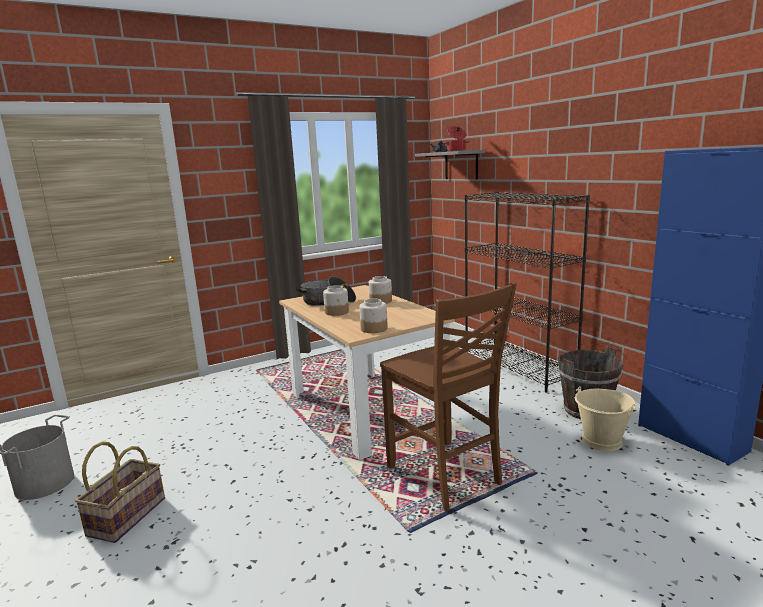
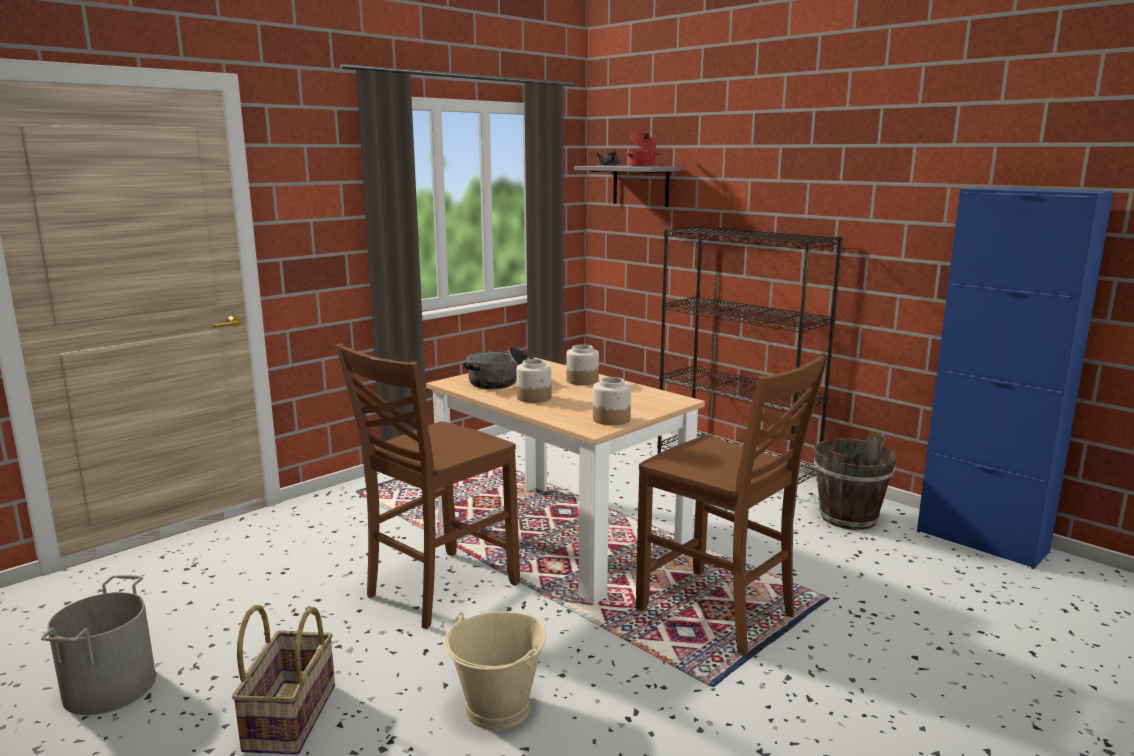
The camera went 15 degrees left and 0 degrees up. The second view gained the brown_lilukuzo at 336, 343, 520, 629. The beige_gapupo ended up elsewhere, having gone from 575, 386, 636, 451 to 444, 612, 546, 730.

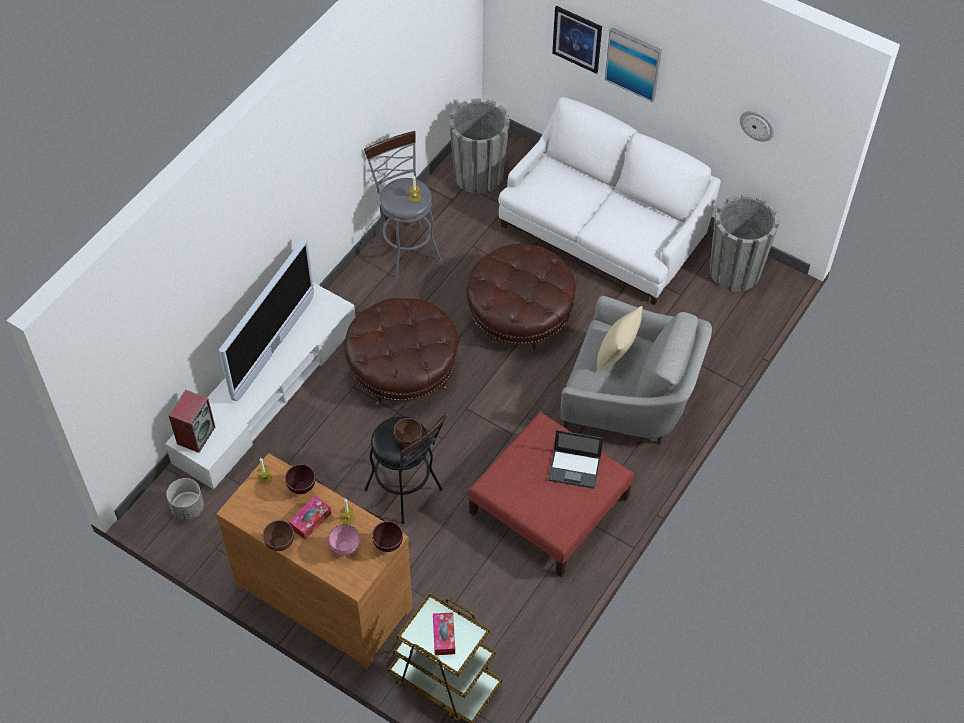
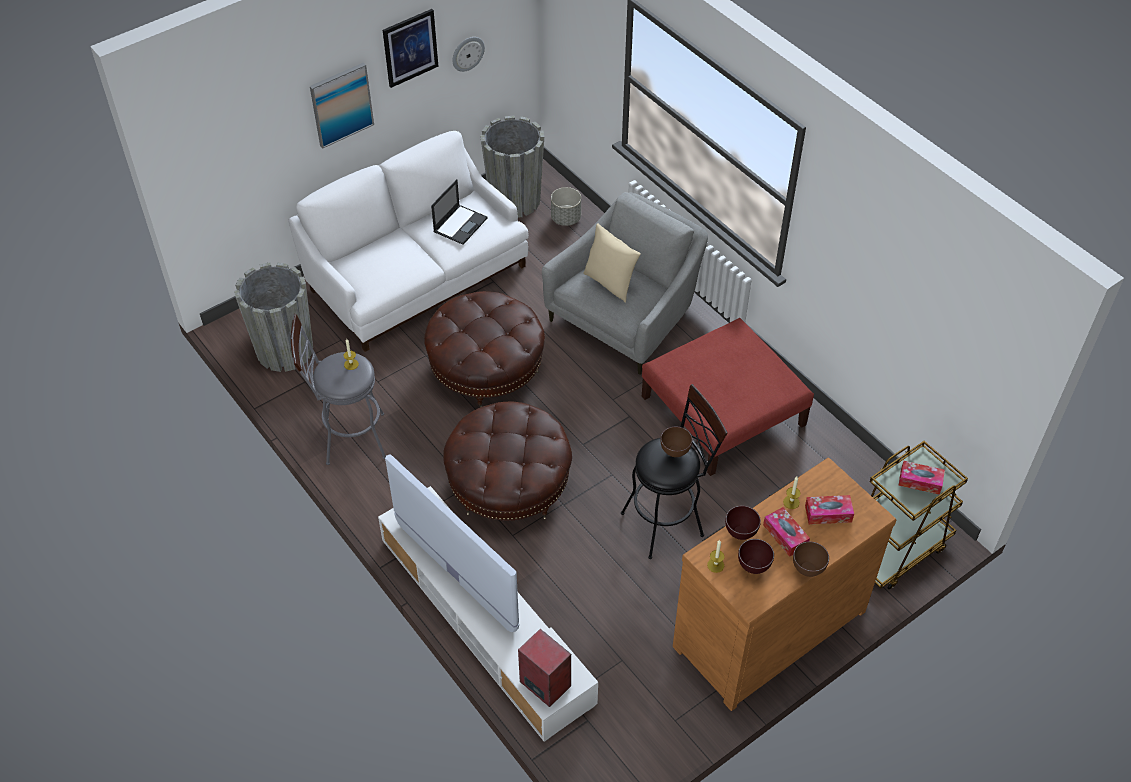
The camera went 70 degrees left and 5 degrees down. The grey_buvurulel ended up elsewhere, having gone from 167, 478, 204, 520 to 551, 187, 581, 226. The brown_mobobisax ended up elsewhere, having gone from 372, 521, 403, 552 to 738, 539, 774, 574. The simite ended up elsewhere, having gone from 548, 430, 603, 489 to 431, 179, 488, 245. The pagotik ended up elsewhere, having gone from 552, 6, 602, 74 to 383, 9, 438, 88. Where the pink_mobobisax stood at 328, 524, 360, 555, the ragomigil came to stand at 805, 495, 854, 524.

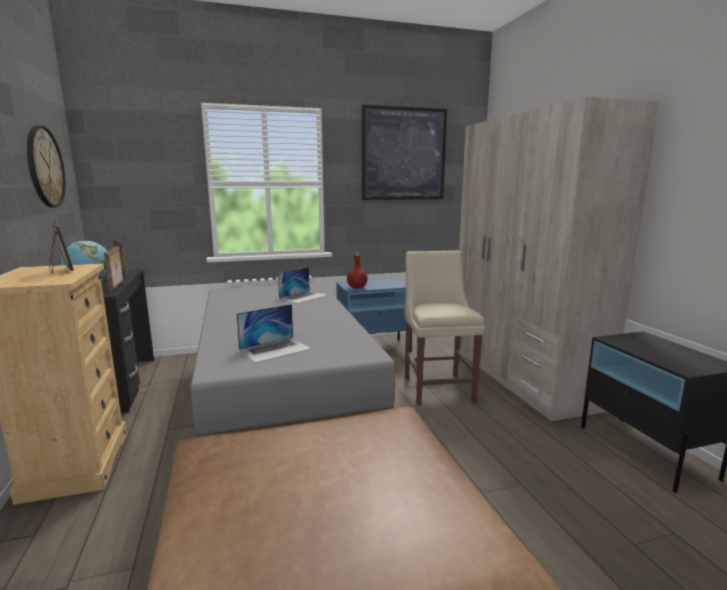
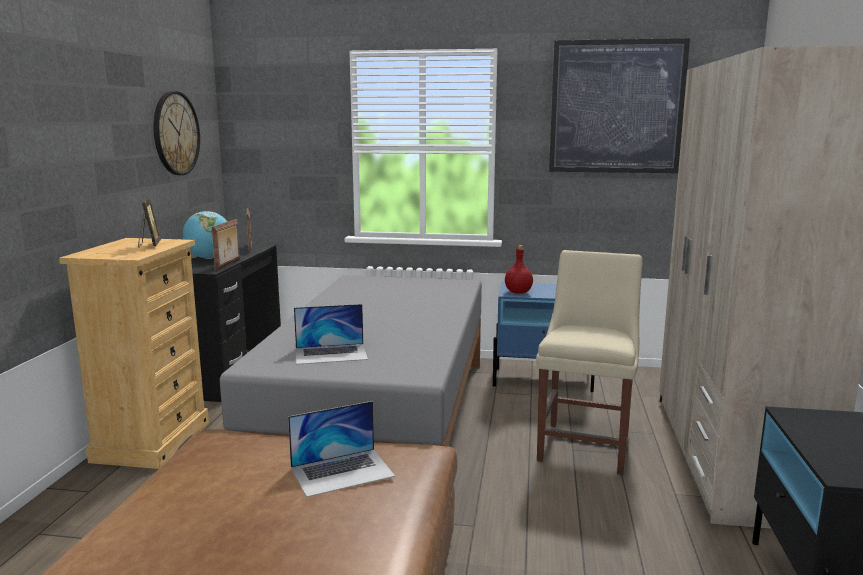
The camera went 25 degrees right and 0 degrees up. The simite ended up elsewhere, having gone from 278, 267, 328, 303 to 288, 401, 395, 497.

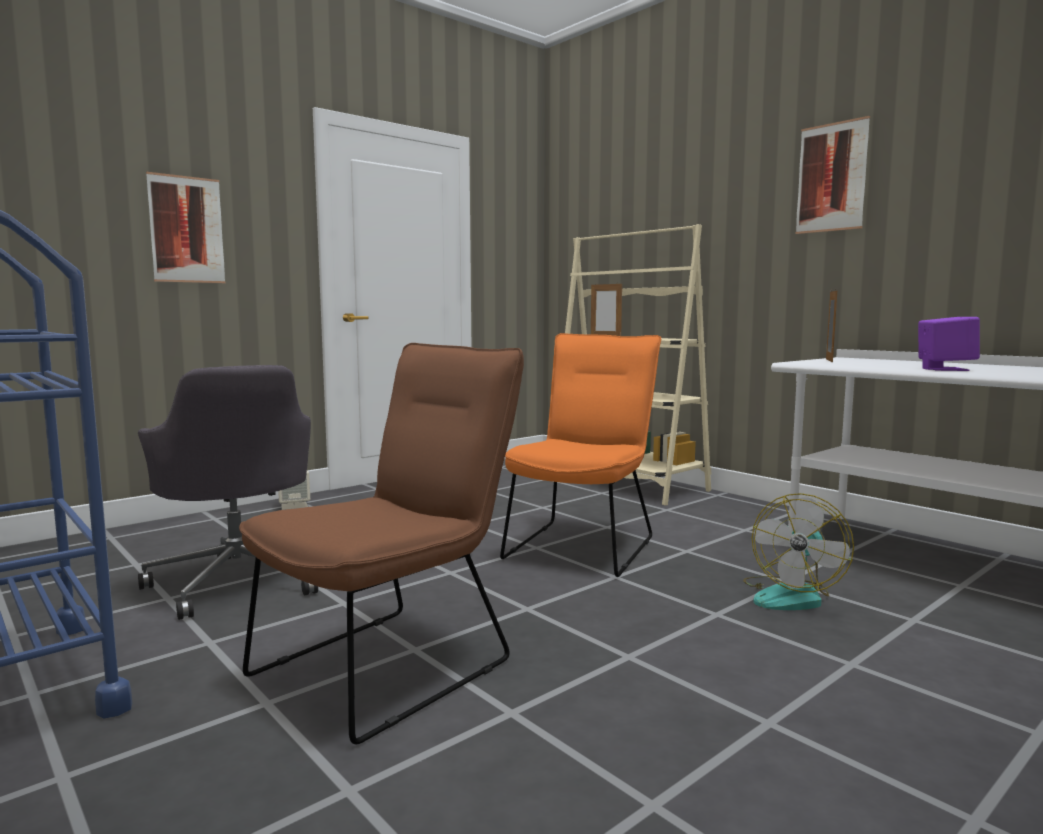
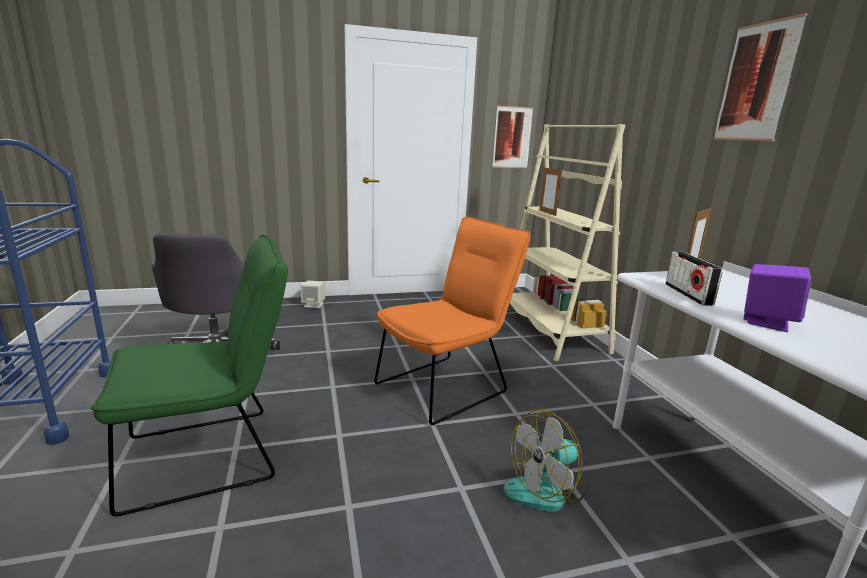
The camera went 25 degrees right and 10 degrees up. The second view gained the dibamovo at 666, 251, 723, 306. The pagotik ended up elsewhere, having gone from 146, 172, 225, 283 to 492, 105, 533, 168. What was the brown_lilukuzo at 239, 343, 524, 745 turned into the green_lilukuzo at 91, 235, 288, 516.

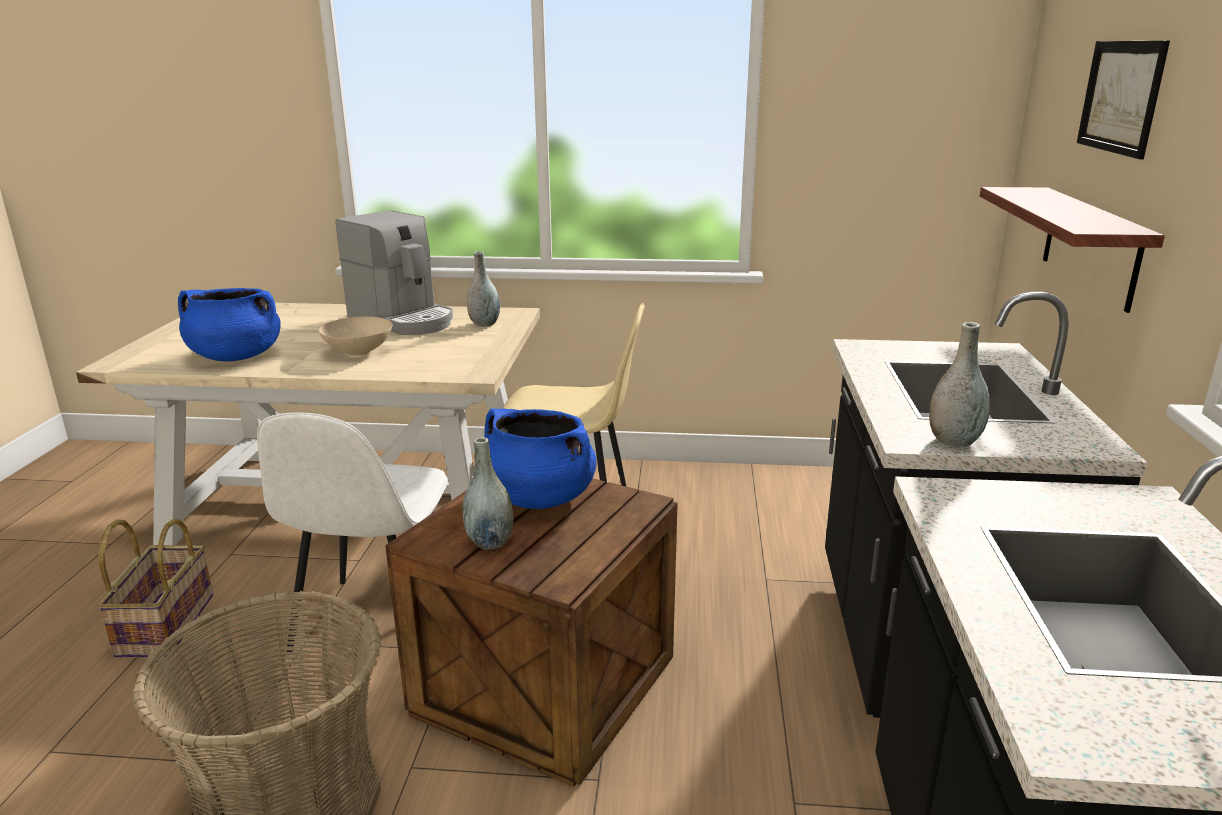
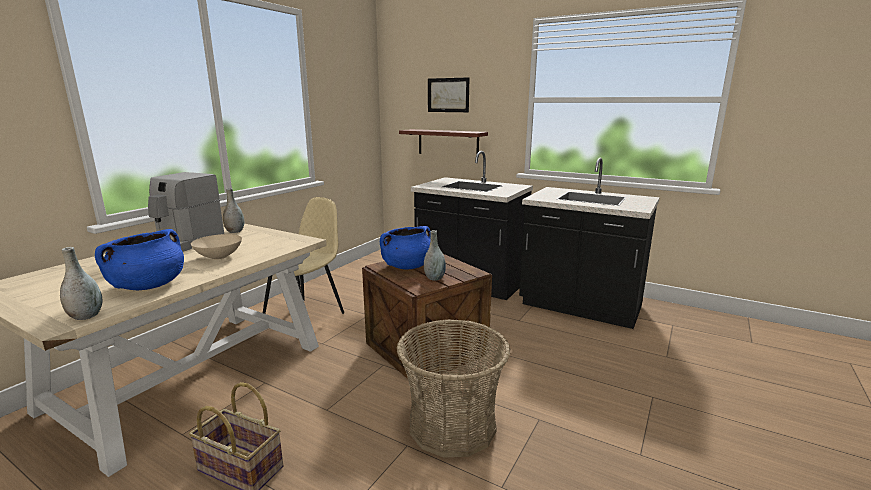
The camera went 65 degrees left and 5 degrees down. The second view lost the white_lilukuzo at 257, 412, 447, 652. The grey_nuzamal ended up elsewhere, having gone from 929, 322, 990, 447 to 60, 247, 102, 320. The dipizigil at 336, 210, 453, 335 ended up facing another way, 135 degrees clockwise from before.

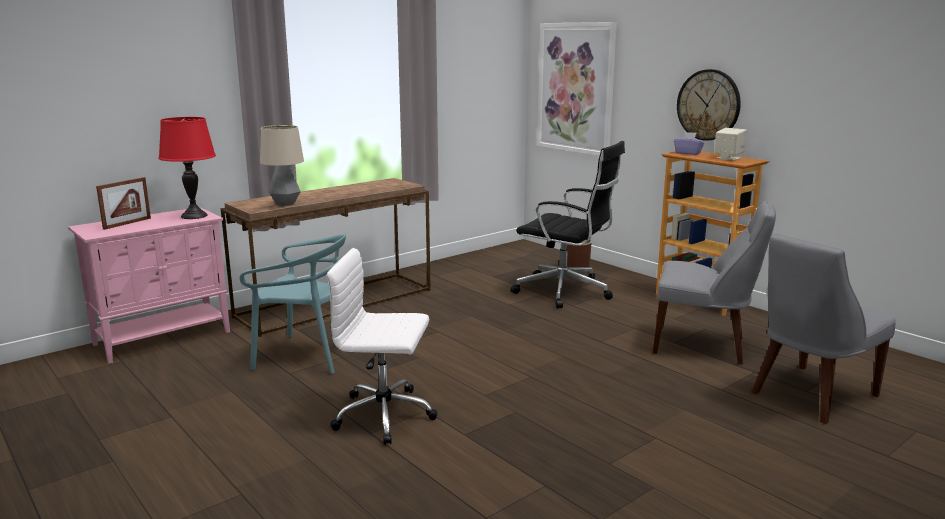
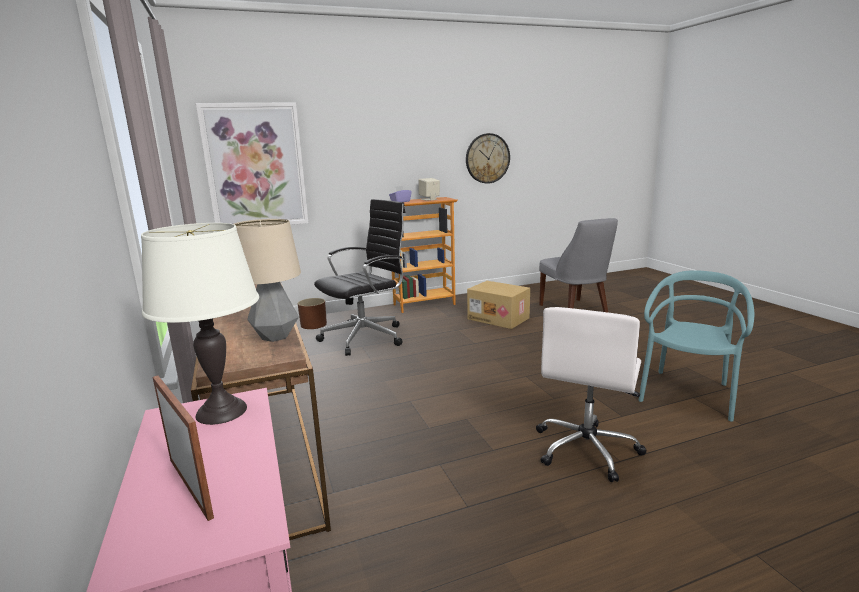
The camera went 70 degrees left and 0 degrees up. The turquoise_lilukuzo ended up elsewhere, having gone from 240, 234, 346, 374 to 639, 270, 754, 422. The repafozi ended up elsewhere, having gone from 677, 69, 741, 141 to 466, 133, 510, 184. Where the grey_lilukuzo stood at 653, 201, 776, 364, the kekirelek came to stand at 467, 281, 530, 329. What was the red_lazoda at 158, 117, 216, 219 turned into the white_lazoda at 141, 223, 259, 425.

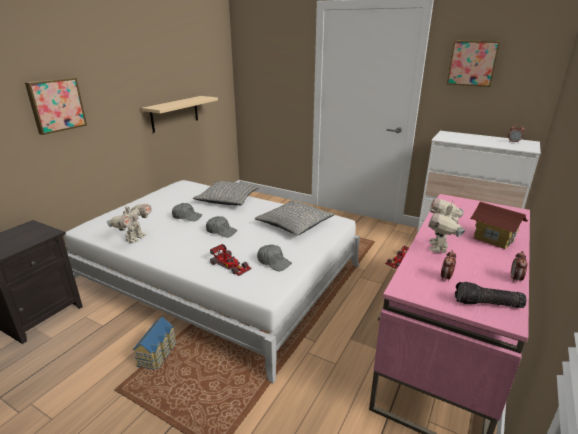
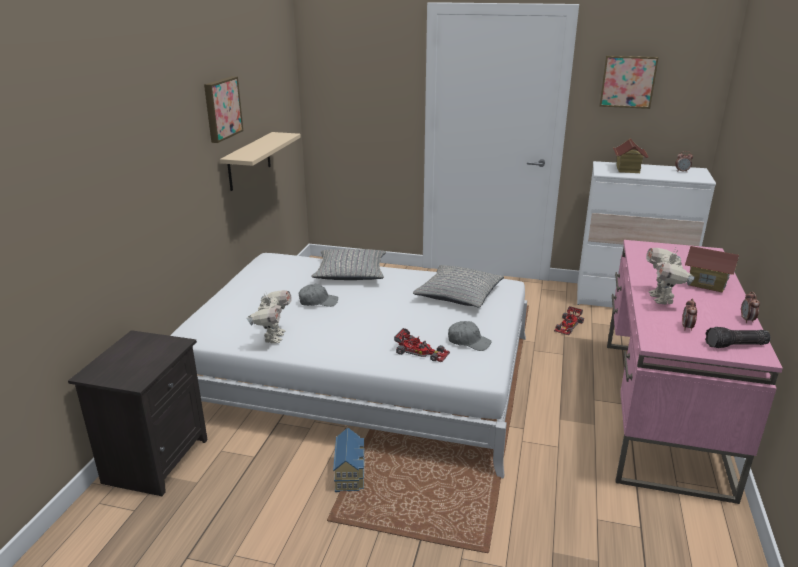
The camera went 15 degrees left and 0 degrees up. The second view lost the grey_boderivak at 206, 216, 238, 238. The second view gained the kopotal at 613, 139, 648, 173. The pagotik ended up elsewhere, having gone from 25, 78, 87, 135 to 204, 76, 243, 143.

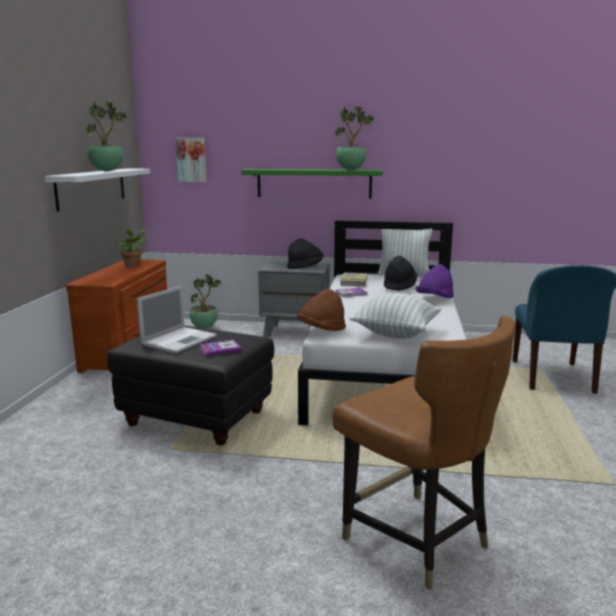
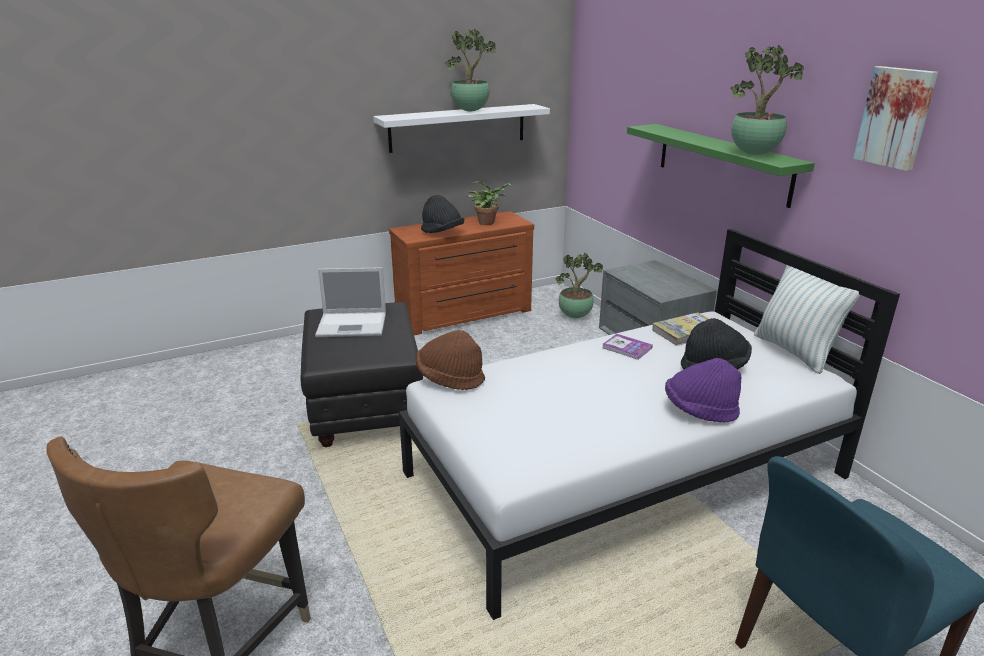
The camera went 55 degrees right and 10 degrees up. The second view lost the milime at 199, 340, 242, 356. The second view lost the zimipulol at 349, 293, 441, 339. The pagotik ended up elsewhere, having gone from 176, 137, 207, 182 to 853, 66, 938, 171. The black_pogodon ended up elsewhere, having gone from 287, 238, 323, 269 to 421, 195, 464, 233.

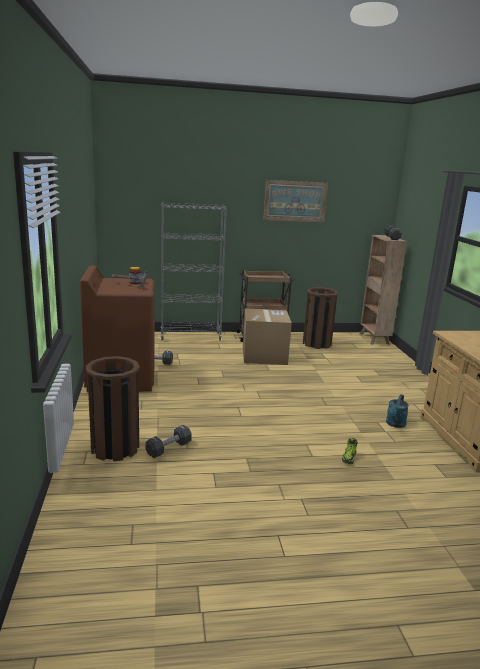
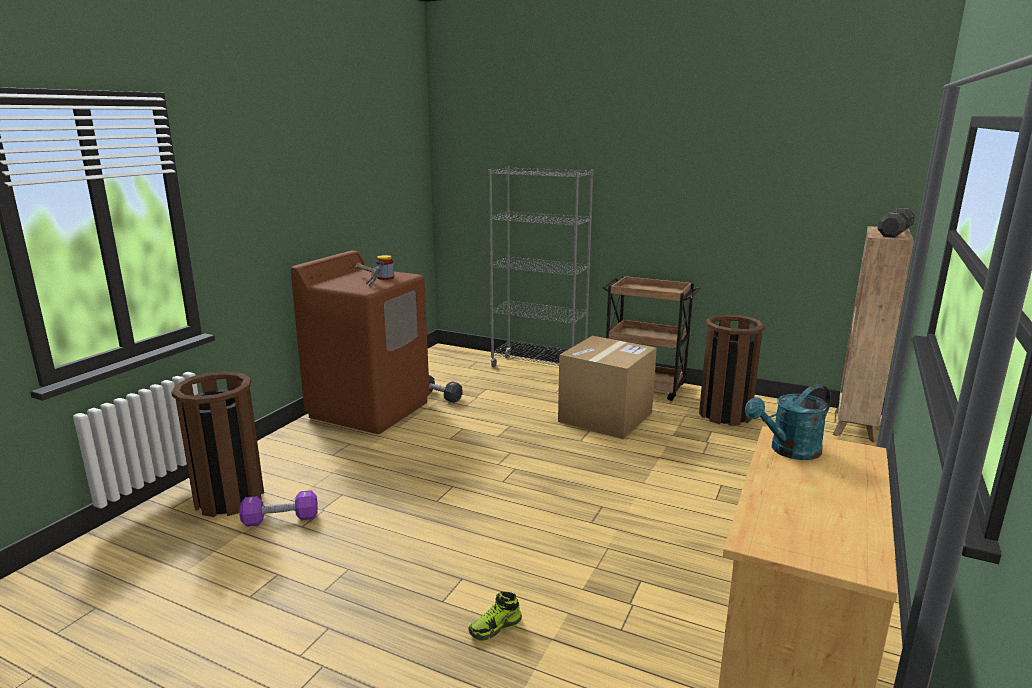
The camera went 35 degrees right and 0 degrees up. The second view lost the pagotik at 263, 180, 328, 222. The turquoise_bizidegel ended up elsewhere, having gone from 386, 394, 409, 428 to 745, 384, 831, 460. What was the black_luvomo at 146, 425, 192, 458 turned into the purple_luvomo at 240, 490, 318, 527.

